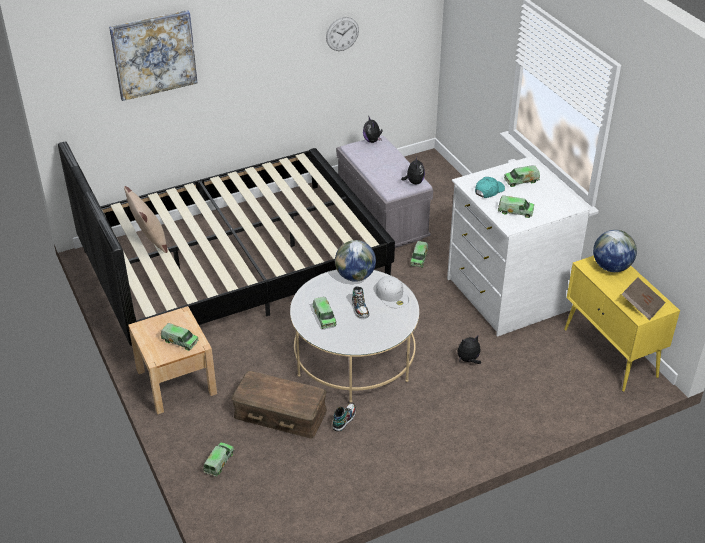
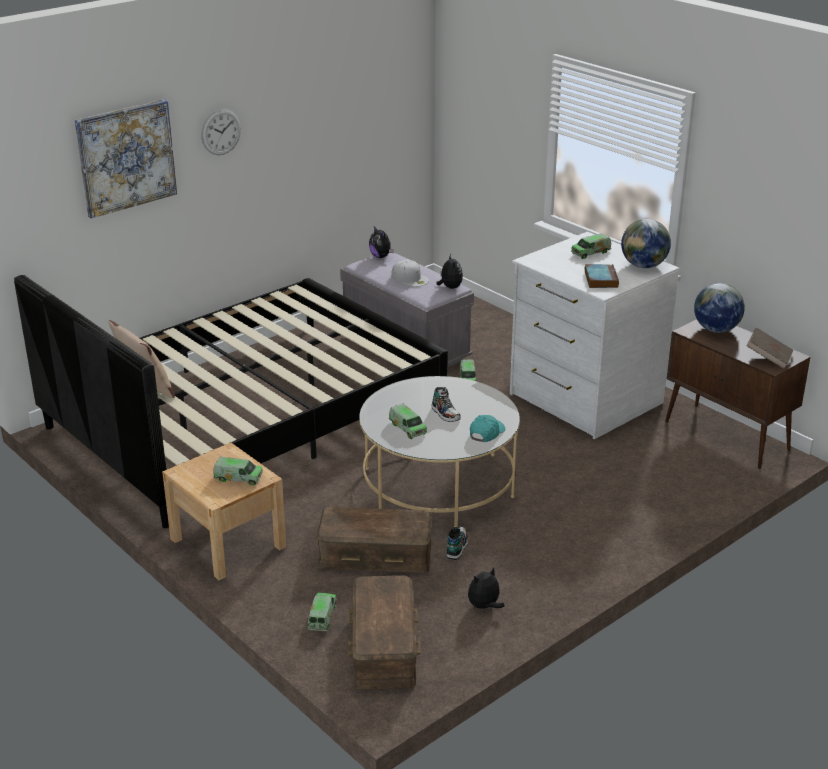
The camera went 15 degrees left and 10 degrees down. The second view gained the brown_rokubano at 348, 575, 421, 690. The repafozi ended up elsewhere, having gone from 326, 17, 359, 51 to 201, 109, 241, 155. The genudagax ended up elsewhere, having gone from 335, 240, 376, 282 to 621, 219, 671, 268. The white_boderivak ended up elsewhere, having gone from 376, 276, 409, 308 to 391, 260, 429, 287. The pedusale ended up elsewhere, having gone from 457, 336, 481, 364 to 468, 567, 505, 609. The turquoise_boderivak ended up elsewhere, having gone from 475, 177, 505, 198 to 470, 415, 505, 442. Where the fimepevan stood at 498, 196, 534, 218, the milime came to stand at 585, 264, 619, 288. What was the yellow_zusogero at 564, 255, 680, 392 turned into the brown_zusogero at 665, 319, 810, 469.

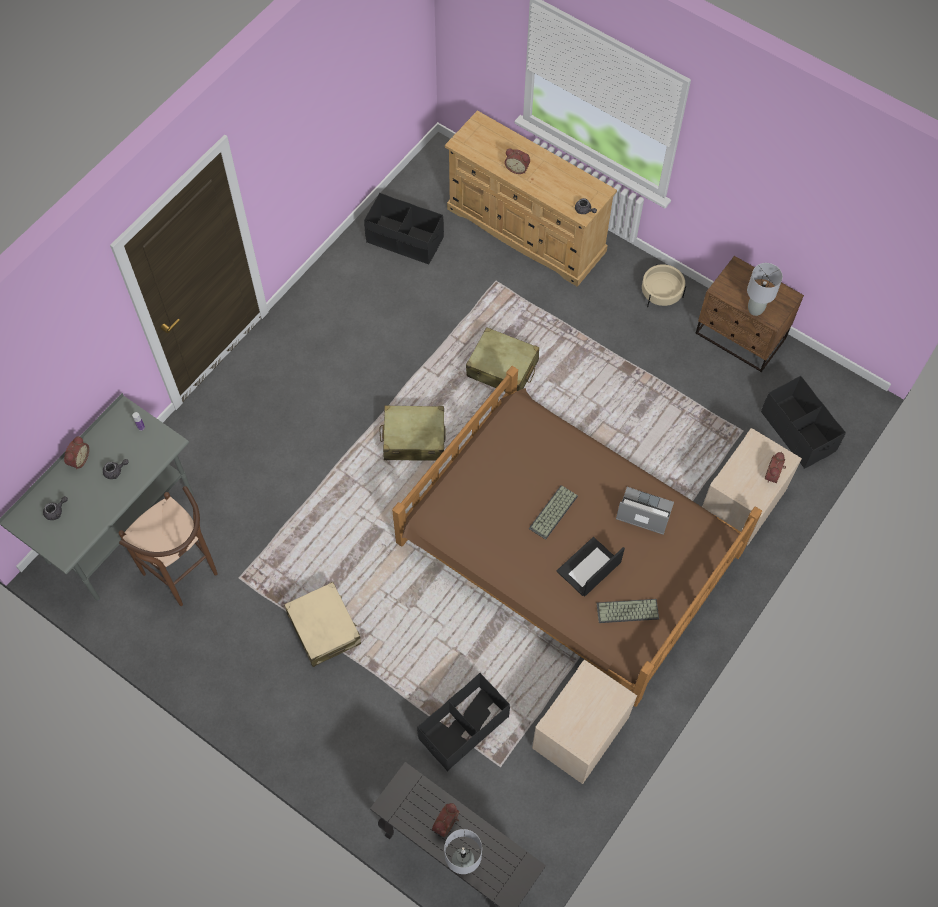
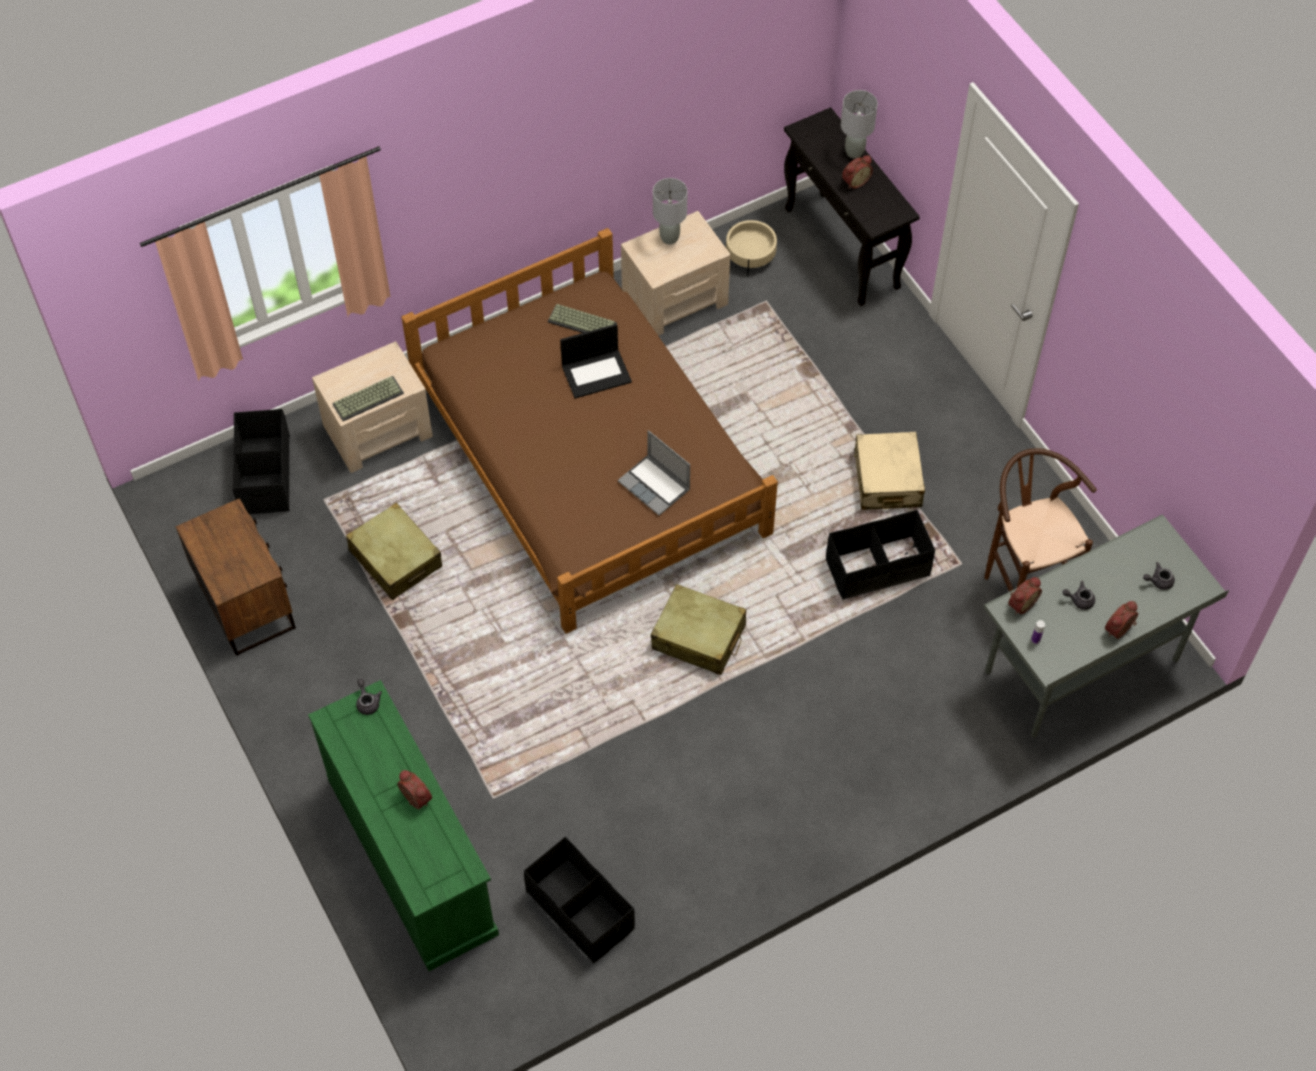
The camera went 155 degrees left and 5 degrees down. The black_rokubano ended up elsewhere, having gone from 417, 673, 510, 771 to 826, 510, 935, 600. The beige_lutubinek ended up elsewhere, having gone from 466, 327, 539, 392 to 346, 502, 442, 600. The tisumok ended up elsewhere, having gone from 529, 485, 578, 540 to 332, 376, 404, 421. The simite ended up elsewhere, having gone from 616, 487, 674, 535 to 618, 430, 690, 516. The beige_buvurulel ended up elsewhere, having gone from 642, 264, 686, 307 to 726, 220, 777, 276. The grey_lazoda ended up elsewhere, having gone from 747, 263, 783, 316 to 653, 178, 687, 245. The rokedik ended up elsewhere, having gone from 765, 452, 786, 483 to 1008, 577, 1042, 614. What was the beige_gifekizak at 445, 110, 617, 287 turned into the green_gifekizak at 308, 680, 499, 971.

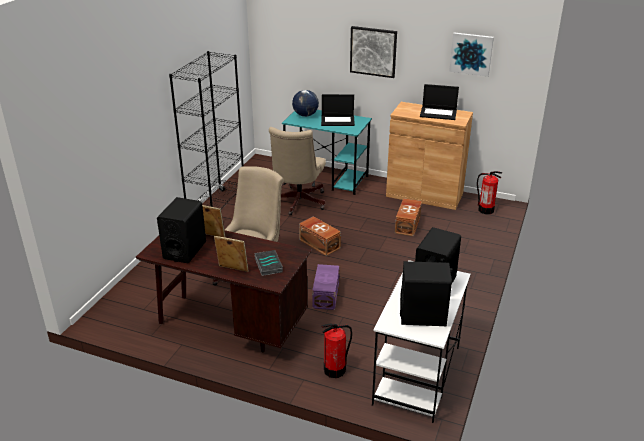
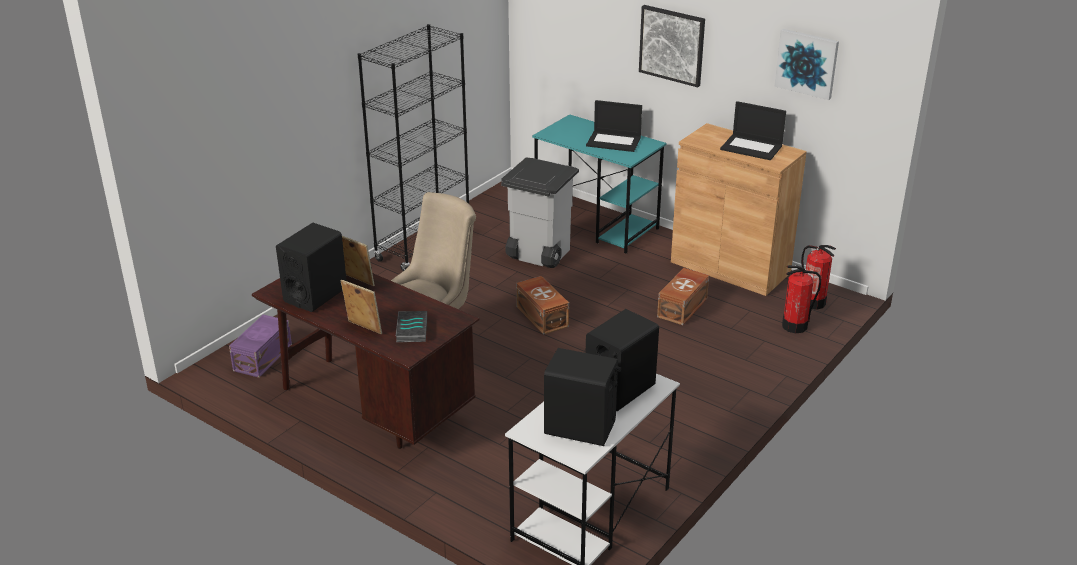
The camera went 15 degrees right and 0 degrees up. The second view lost the genudagax at 292, 90, 319, 117. The purple_rokubano ended up elsewhere, having gone from 312, 264, 339, 310 to 229, 315, 292, 378. The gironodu ended up elsewhere, having gone from 322, 324, 352, 378 to 782, 265, 821, 334. Where the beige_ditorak stood at 269, 127, 326, 215, the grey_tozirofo came to stand at 501, 158, 579, 268.

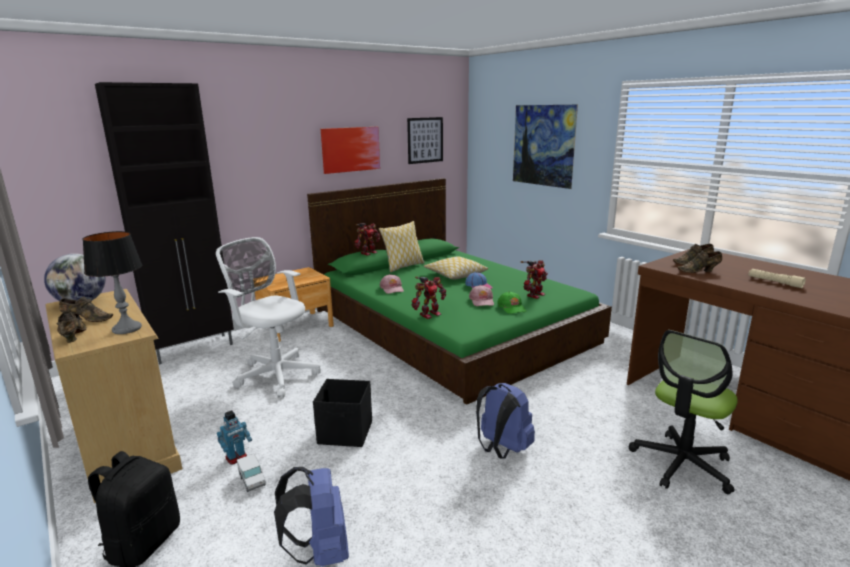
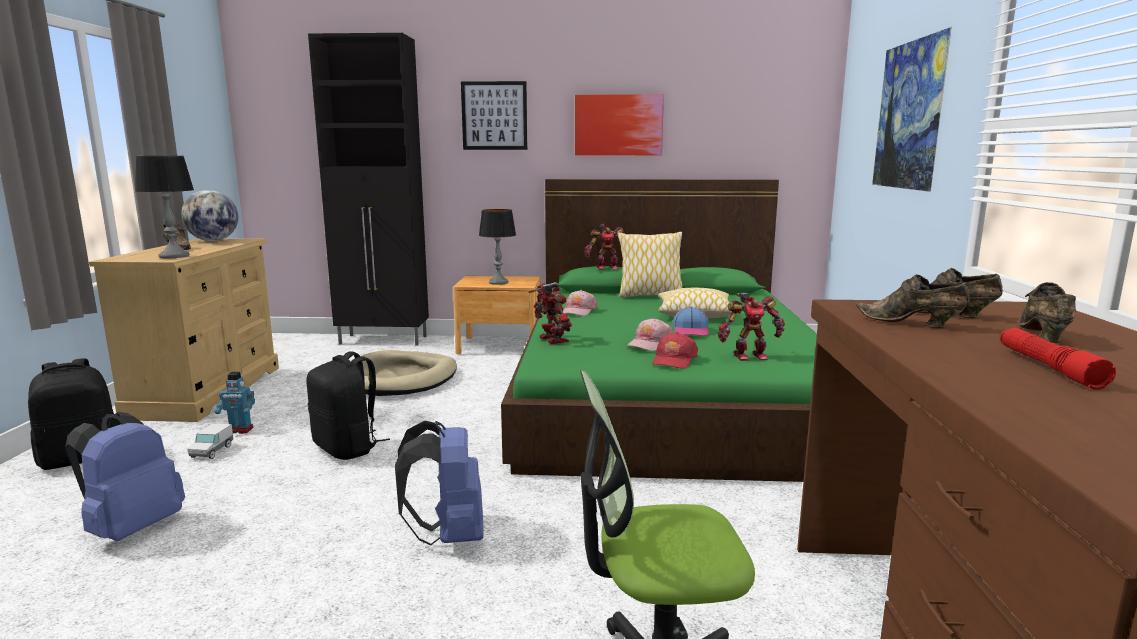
The camera went 40 degrees right and 5 degrees down. The second view gained the lazoda at 479, 209, 516, 285. The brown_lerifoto ended up elsewhere, having gone from 57, 312, 87, 343 to 1019, 282, 1076, 343. The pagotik ended up elsewhere, having gone from 407, 117, 443, 164 to 461, 81, 527, 150. Where the white_ditorak stood at 216, 237, 321, 398, the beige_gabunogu came to stand at 351, 350, 457, 396. Where the black_rokubano stood at 313, 379, 372, 447, the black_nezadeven came to stand at 306, 351, 390, 460. What was the green_boderivak at 498, 291, 526, 314 turned into the red_boderivak at 652, 332, 698, 368. What was the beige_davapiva at 748, 269, 806, 288 turned into the red_davapiva at 1000, 328, 1116, 390. The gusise at 411, 277, 446, 319 ended up facing another way, 120 degrees counterclockwise from before.

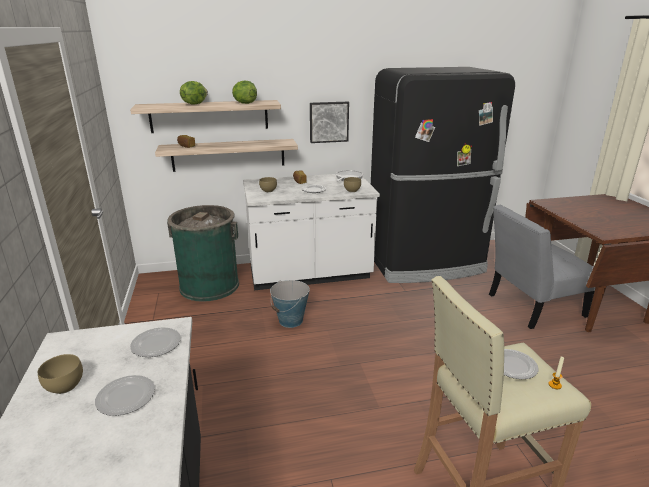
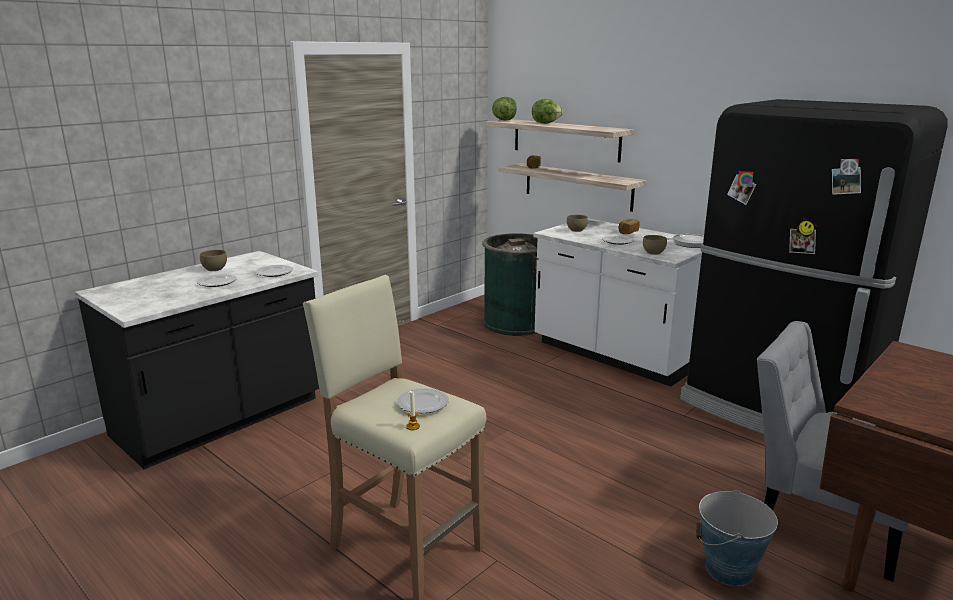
The camera went 55 degrees right and 5 degrees down. The second view lost the pagotik at 310, 102, 349, 143. The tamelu ended up elsewhere, having gone from 232, 81, 257, 104 to 492, 97, 517, 121. The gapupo ended up elsewhere, having gone from 270, 280, 310, 328 to 696, 490, 778, 586.

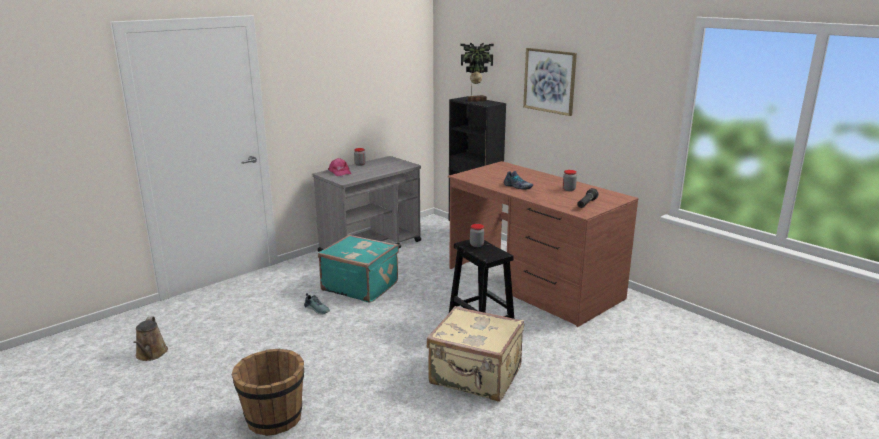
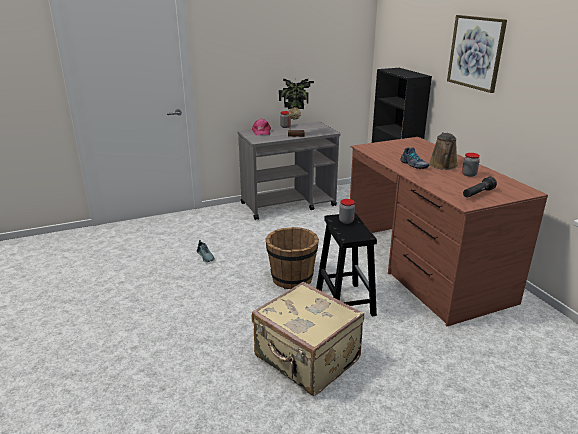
The camera went 20 degrees right and 5 degrees up. The second view lost the turquoise_lutubinek at 318, 235, 399, 303. The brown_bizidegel ended up elsewhere, having gone from 133, 316, 168, 361 to 429, 132, 458, 170. The brown_gapupo ended up elsewhere, having gone from 231, 349, 304, 436 to 265, 227, 319, 289. The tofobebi ended up elsewhere, having gone from 460, 43, 494, 102 to 279, 79, 314, 137.

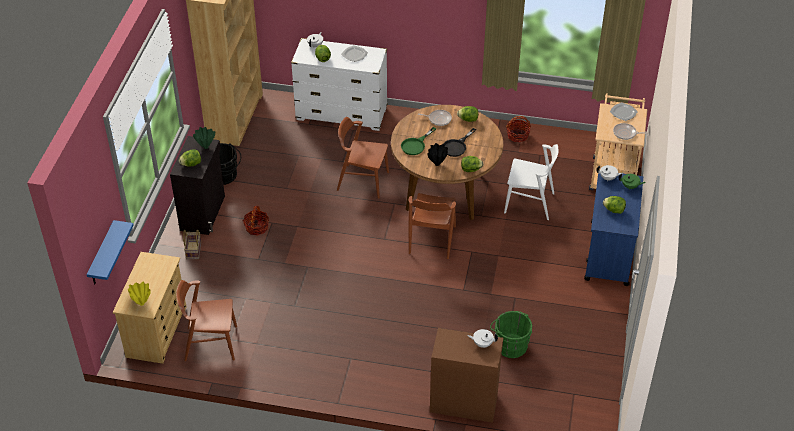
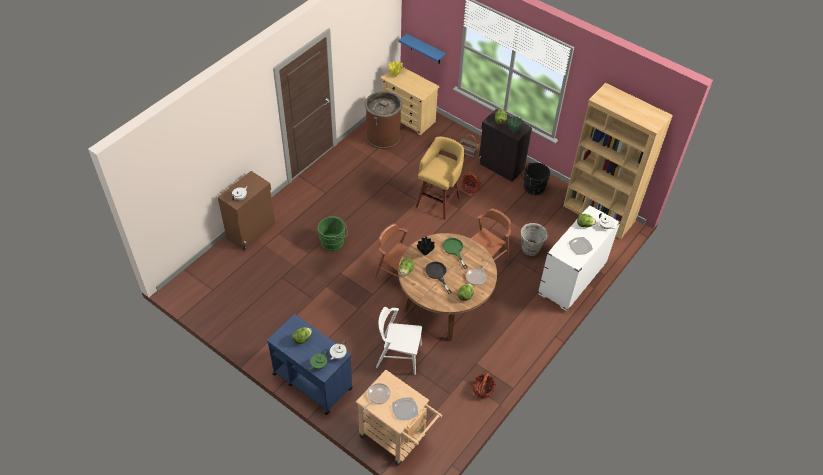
The camera went 115 degrees right and 5 degrees up. The second view gained the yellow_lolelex at 416, 137, 464, 220. The second view gained the grey_gapupo at 520, 223, 549, 256. The green_gapupo ended up elsewhere, having gone from 490, 311, 532, 358 to 318, 216, 348, 251. Where the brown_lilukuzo stood at 176, 280, 237, 361, the brown_tozirofo came to stand at 365, 91, 402, 149. The white_lilukuzo at 504, 144, 558, 220 ended up facing another way, 60 degrees clockwise from before.

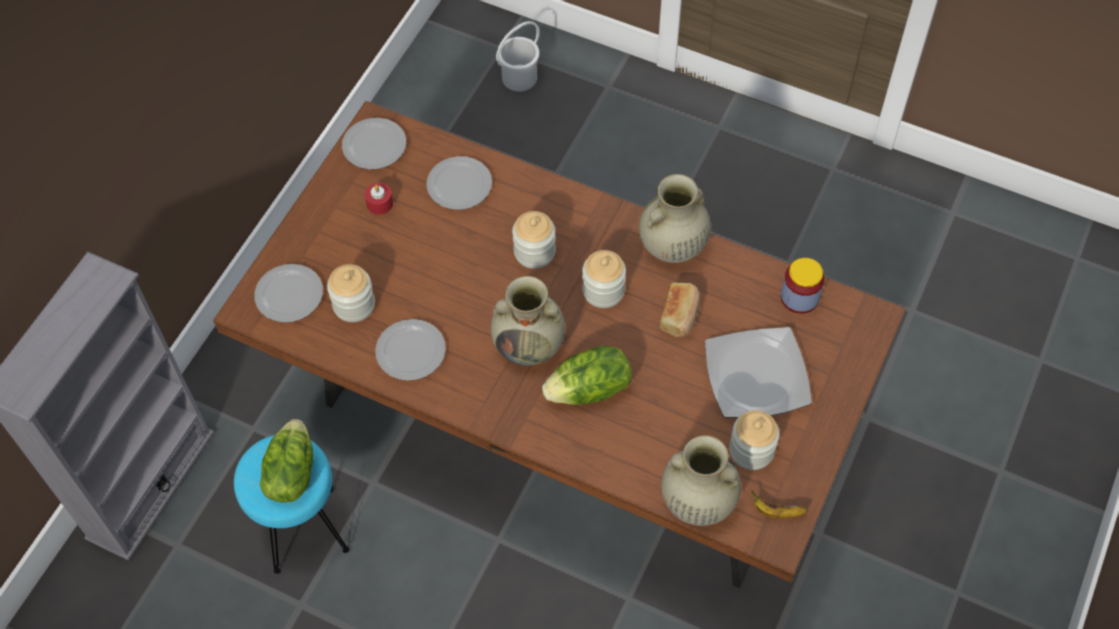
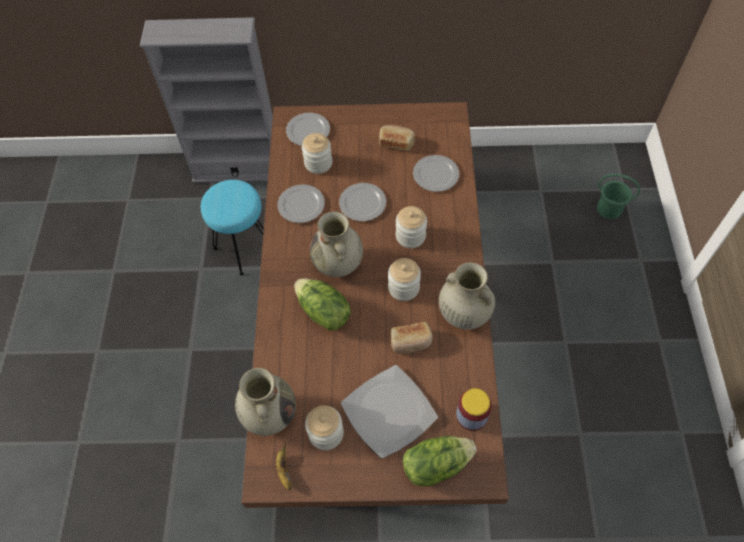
The camera went 65 degrees right and 0 degrees up. The tamelu ended up elsewhere, having gone from 260, 419, 313, 502 to 403, 436, 477, 486. The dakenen ended up elsewhere, having gone from 342, 118, 406, 169 to 339, 183, 386, 221. Where the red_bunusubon stood at 365, 183, 393, 215, the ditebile came to stand at 379, 125, 415, 151. What was the white_gapupo at 496, 21, 540, 91 turned into the green_gapupo at 597, 174, 640, 219.

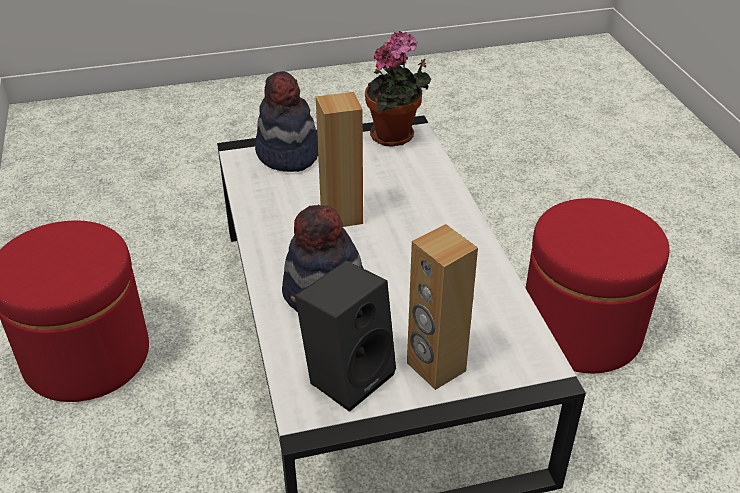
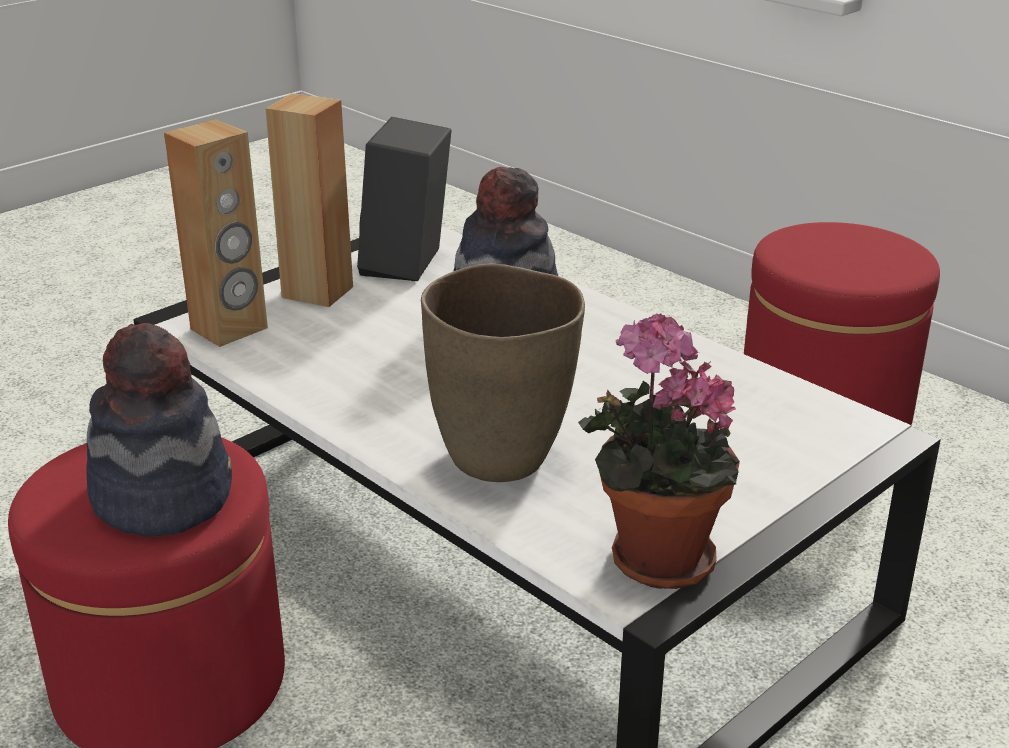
The camera went 150 degrees right and 10 degrees down. The second view gained the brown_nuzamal at 421, 264, 585, 482. The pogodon ended up elsewhere, having gone from 255, 71, 318, 172 to 86, 323, 232, 537. The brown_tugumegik ended up elsewhere, having gone from 316, 92, 363, 227 to 164, 119, 268, 347.

